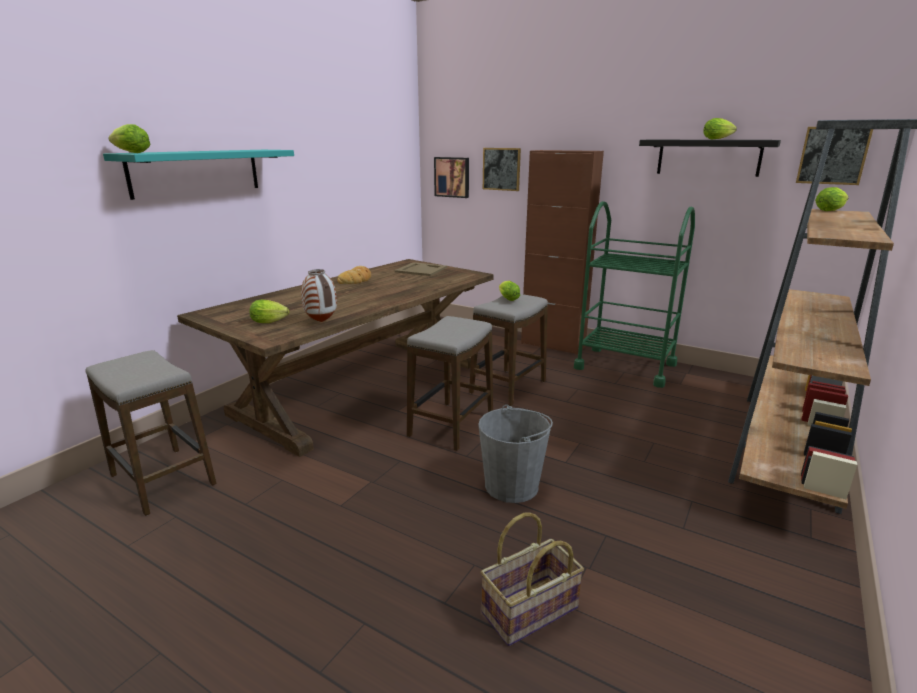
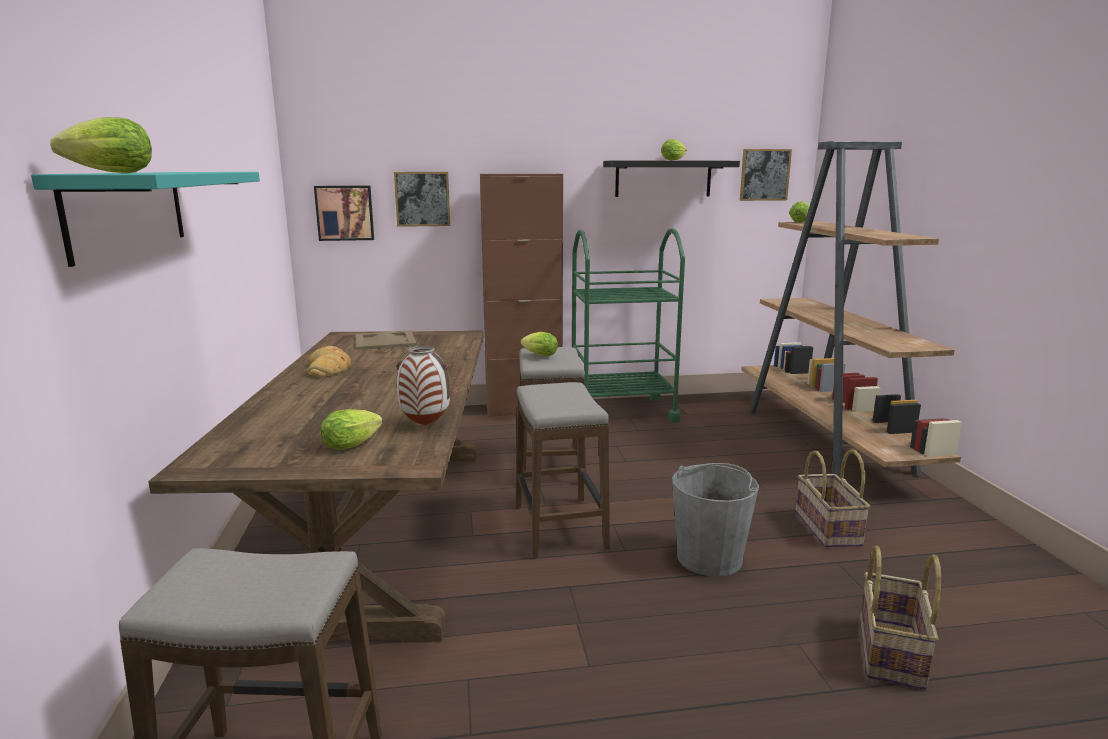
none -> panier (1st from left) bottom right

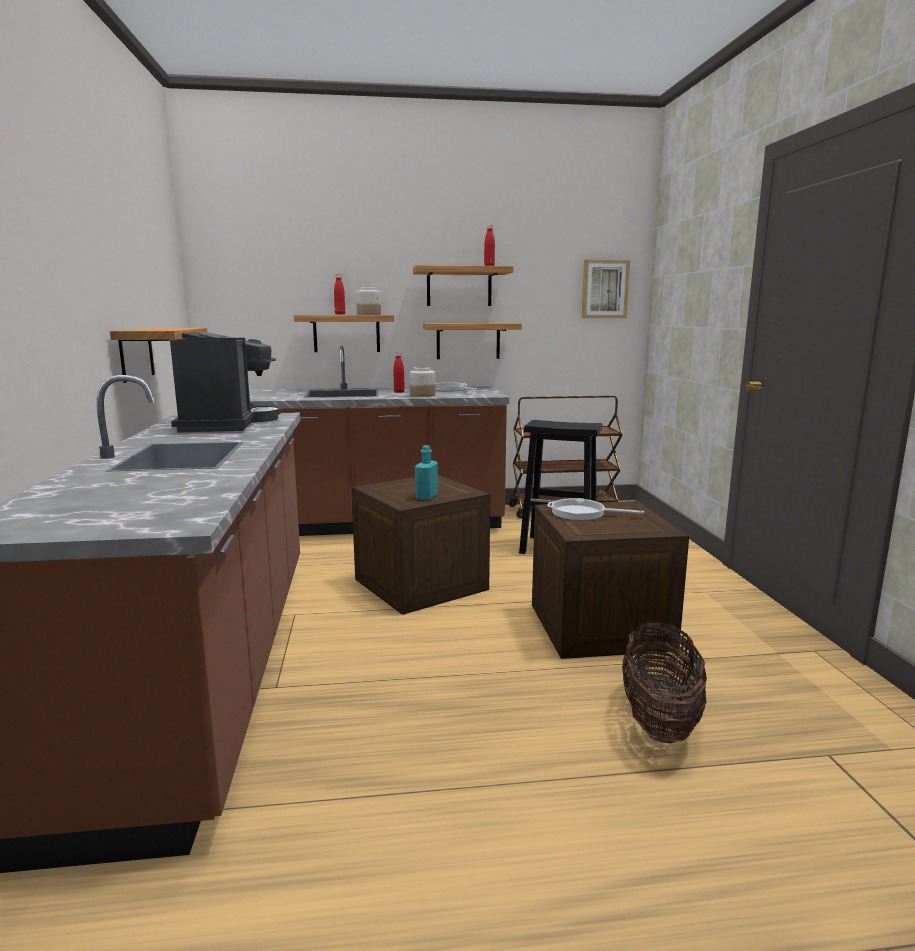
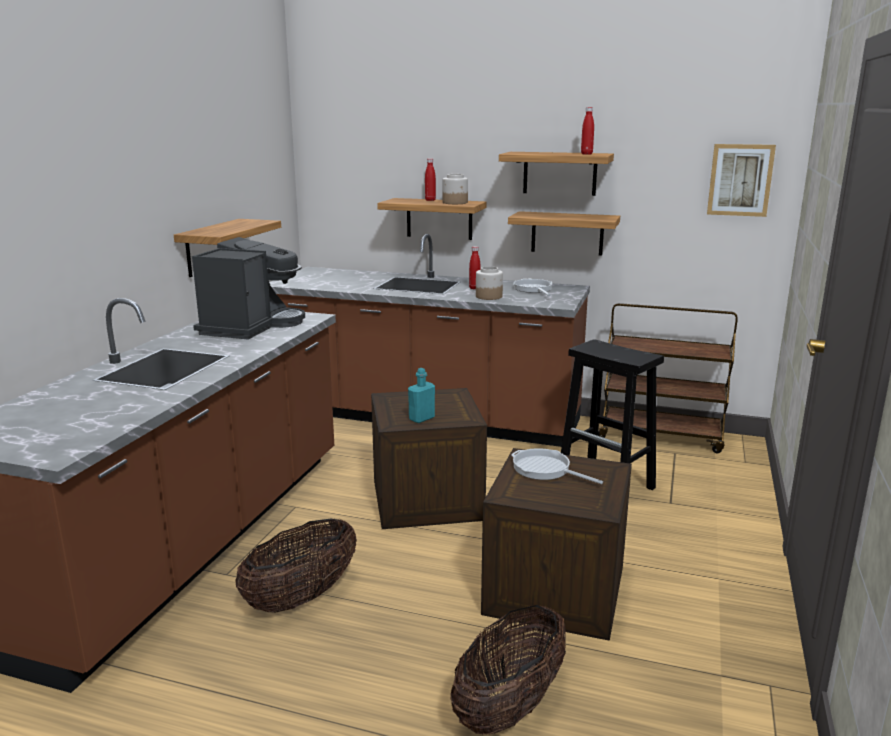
none -> panier (1st from left) bottom left

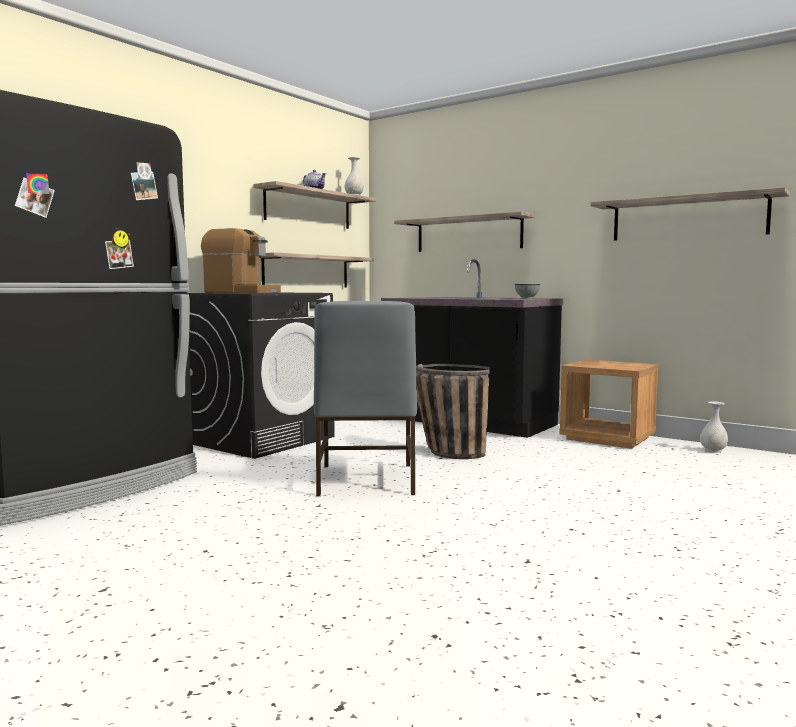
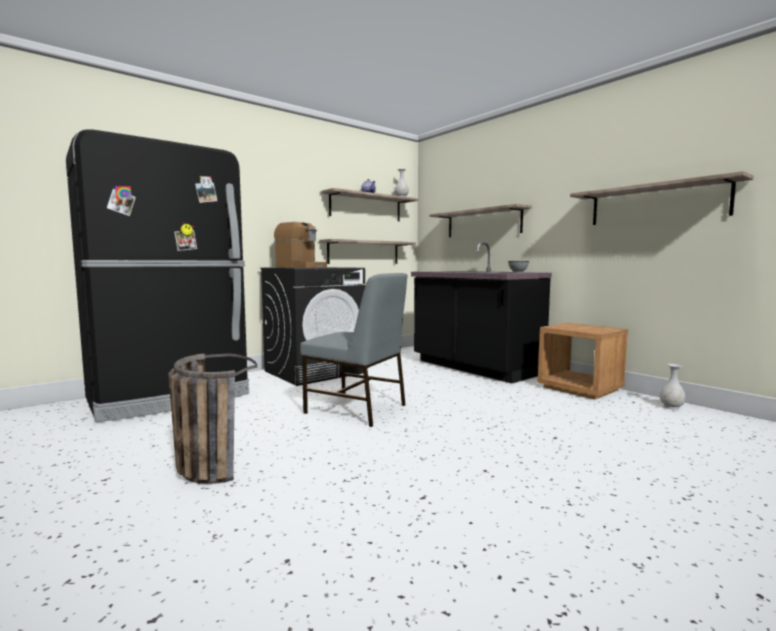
panier centre -> panier middle left, move
chaise (gris) centre, 75 degrees counterclockwise

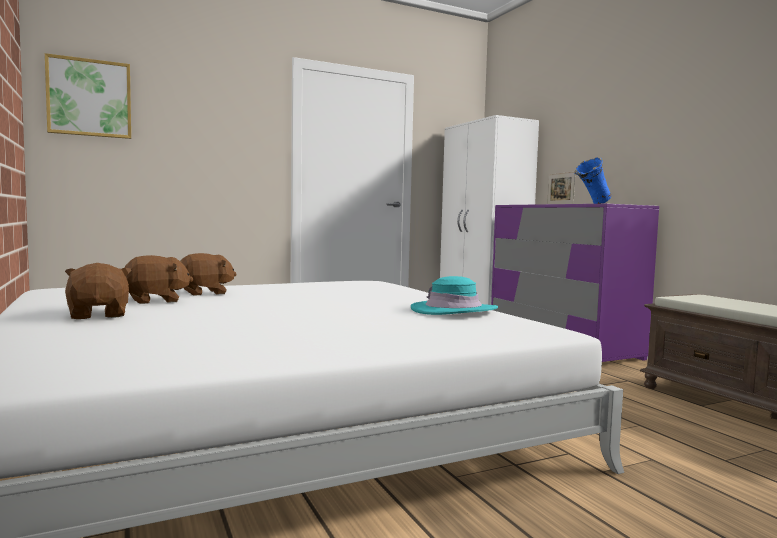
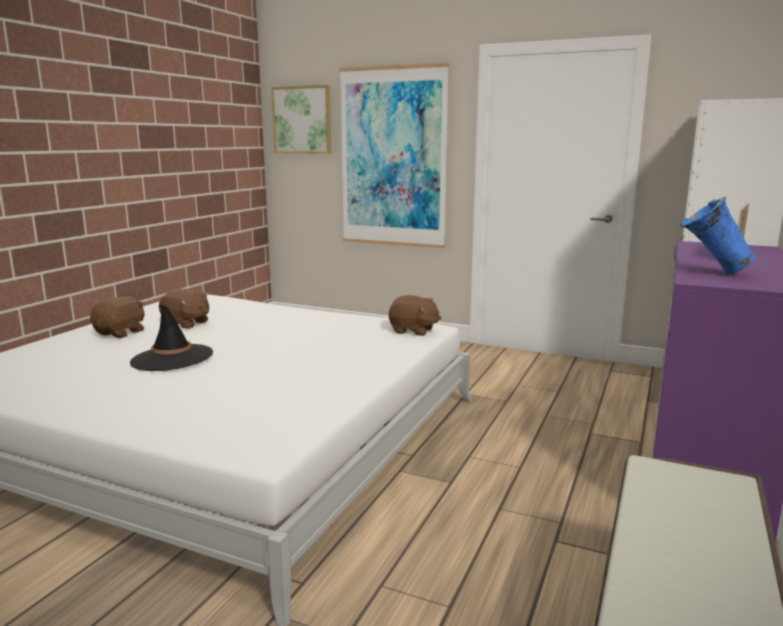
chapeau (turquoise) centre -> none
none -> chapeau (noir) middle left
none -> tableau (2nd from left) top centre
peluche (marron) (3rd from left) middle left -> peluche (marron) (3rd from left) centre, move

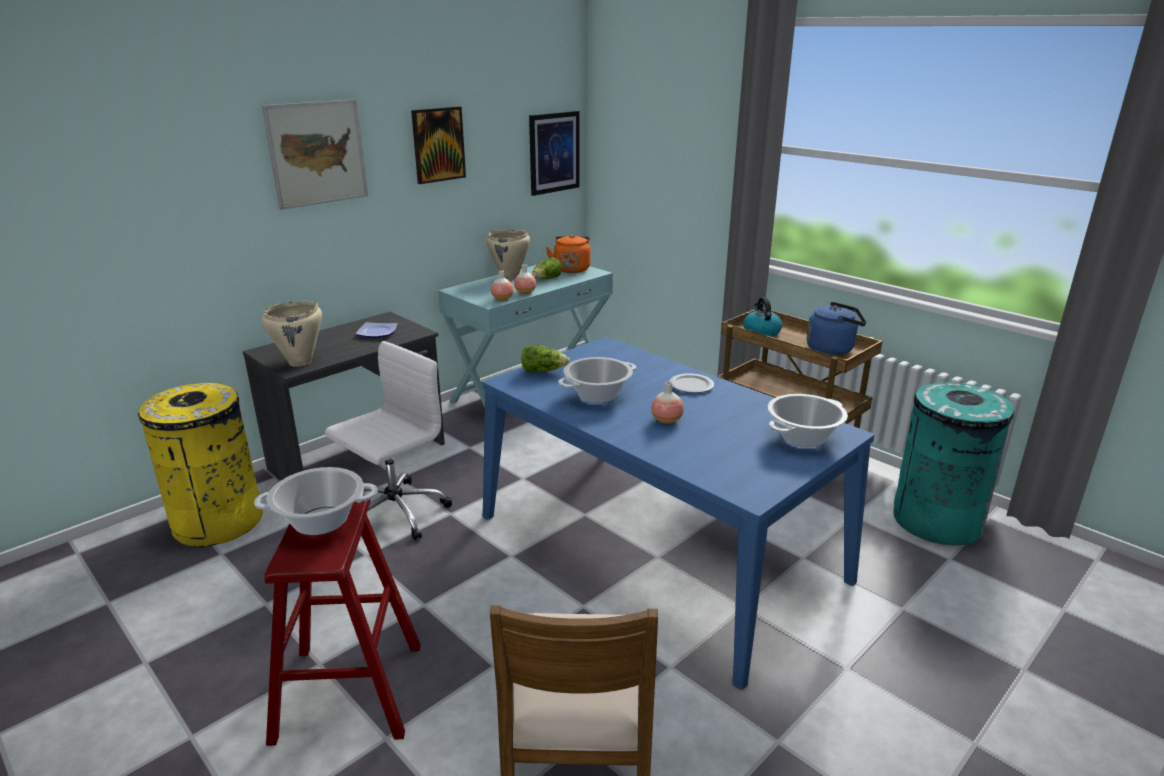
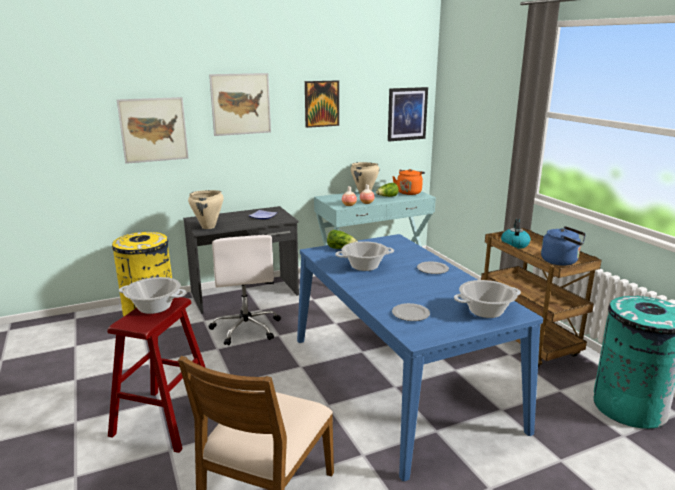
vase (3rd from left) centre -> none
none -> tableau (1st from left) top left
none -> assiette (2nd from left) centre
chaise de bureau (blanc) centre, 105 degrees clockwise

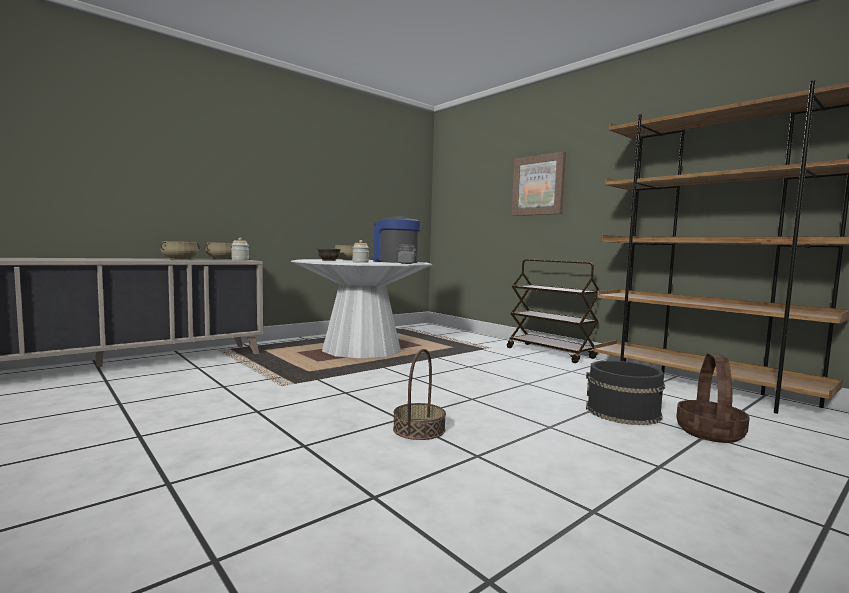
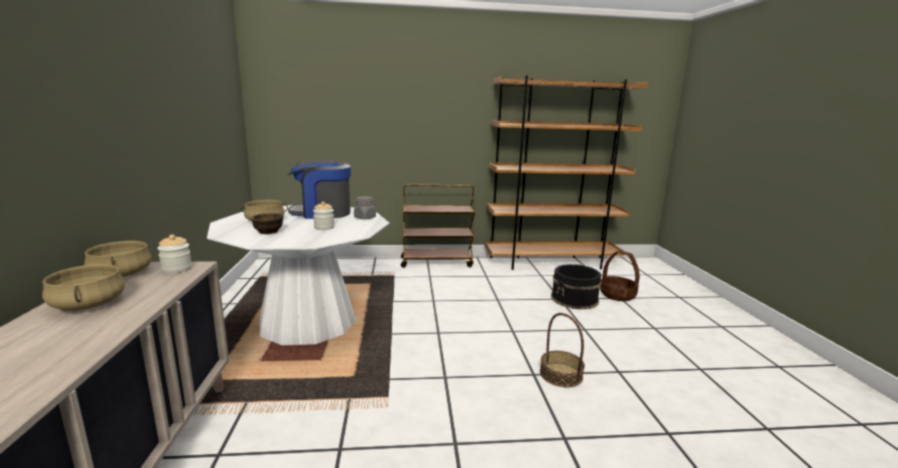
tableau top centre -> none

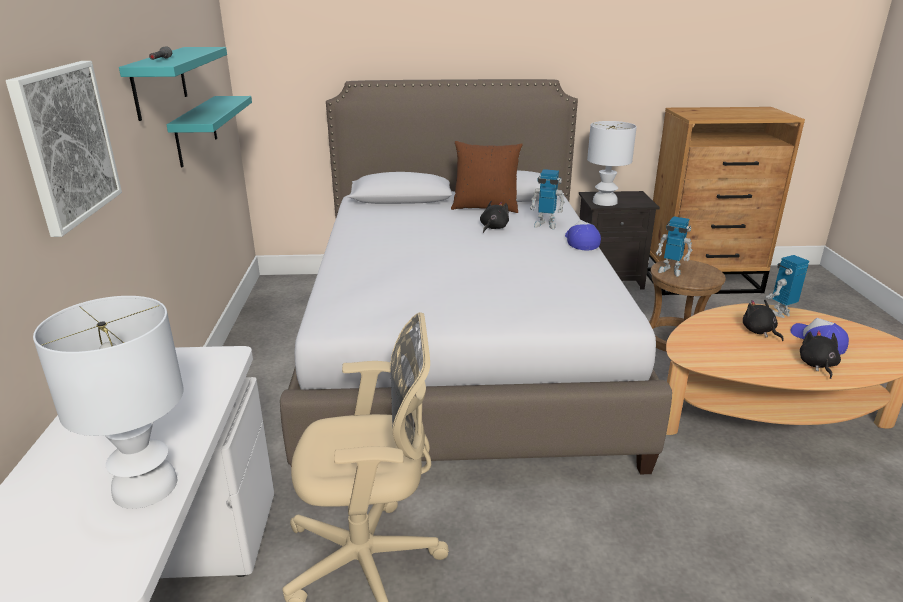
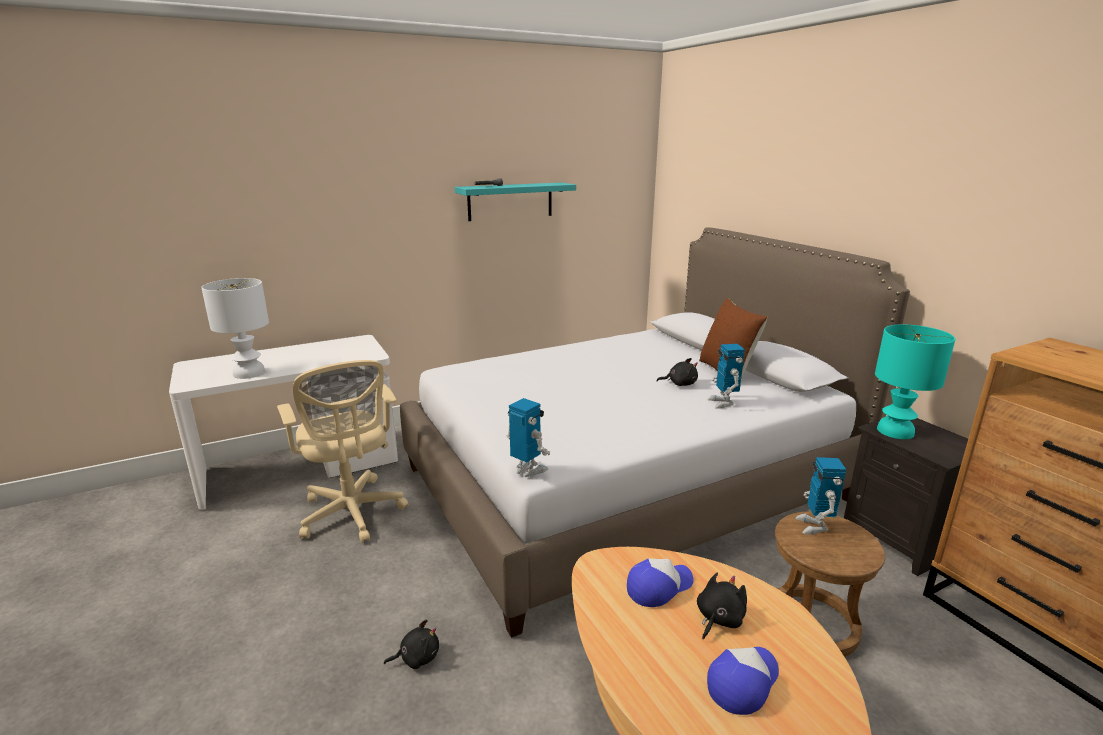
tableau top left -> none
étagère (turquoise) (2nd from left) top left -> none
casquette (1st from left) centre -> casquette (1st from left) bottom centre, move
robot jouet (3rd from left in the first image) middle right -> robot jouet (1st from left) centre, move
peluche (noir) (3rd from left in the first image) middle right -> peluche (noir) (1st from left) bottom centre, move
lampe de table (blanc) (2nd from left) top right -> lampe de table (turquoise) middle right

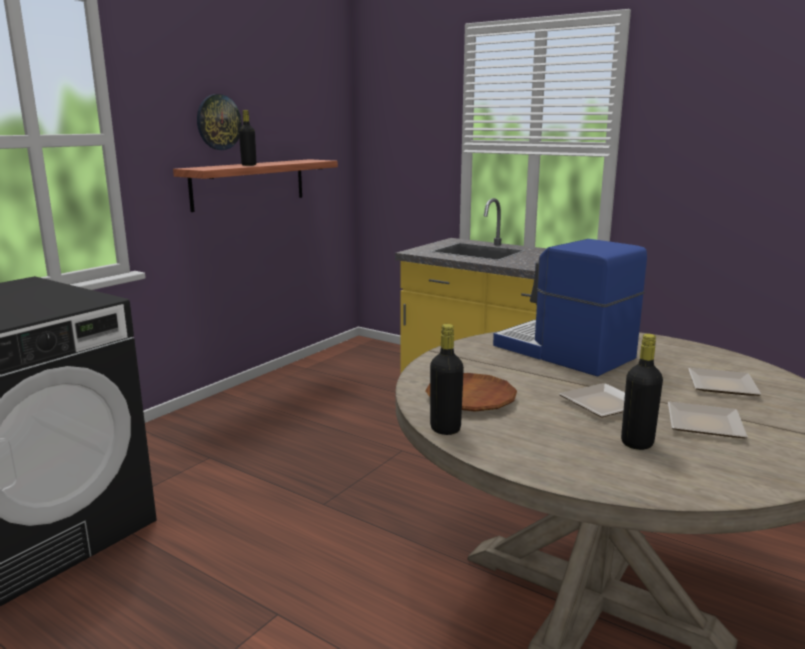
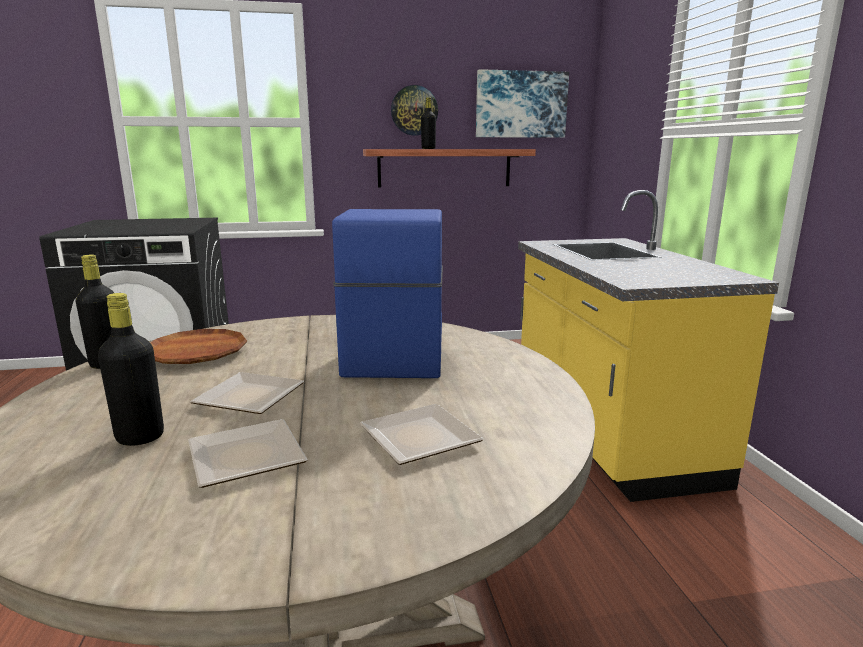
none -> tableau top centre

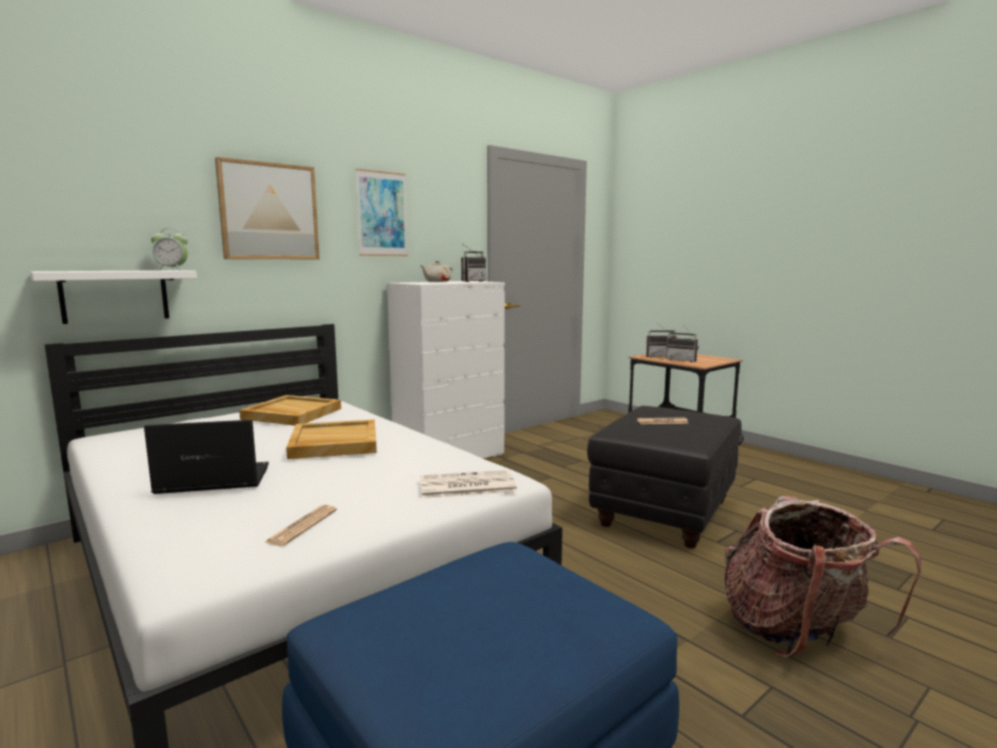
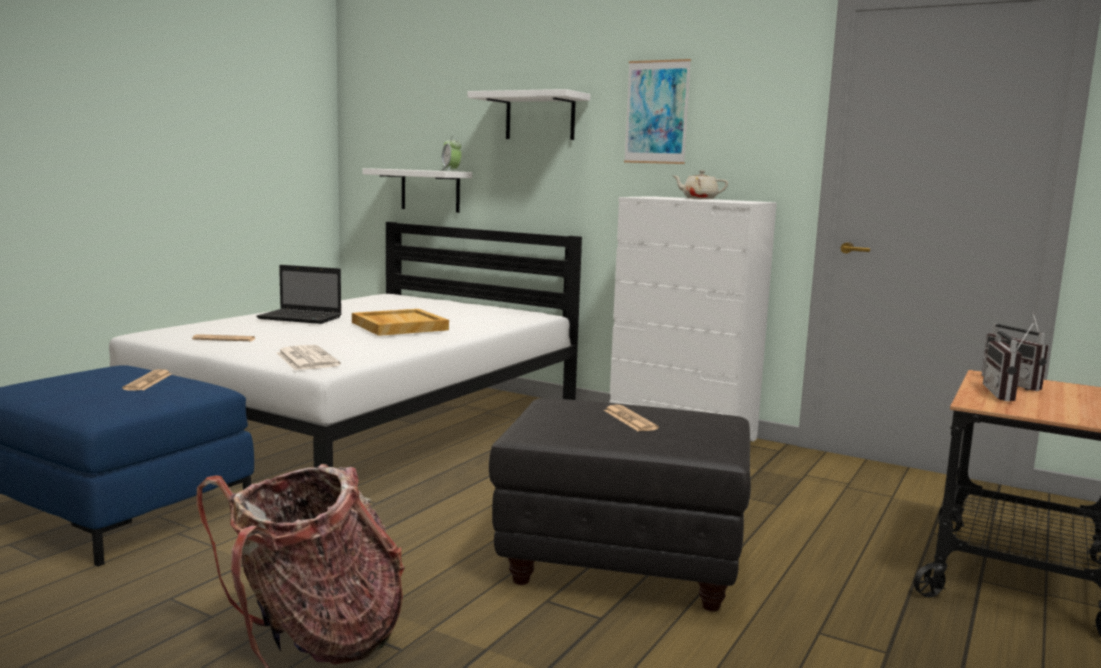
plateau (beige) (1st from left) middle left -> none
radio (1st from left) centre -> none
none -> journal (1st from left) middle left
tableau (1st from left) top left -> étagère (blanc) (2nd from left) top centre
ordinateur portable middle left, 135 degrees clockwise

